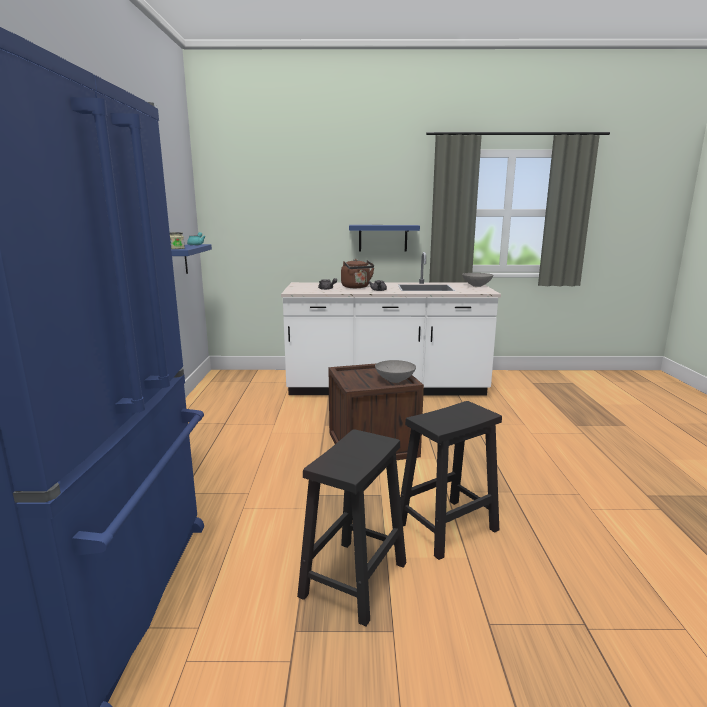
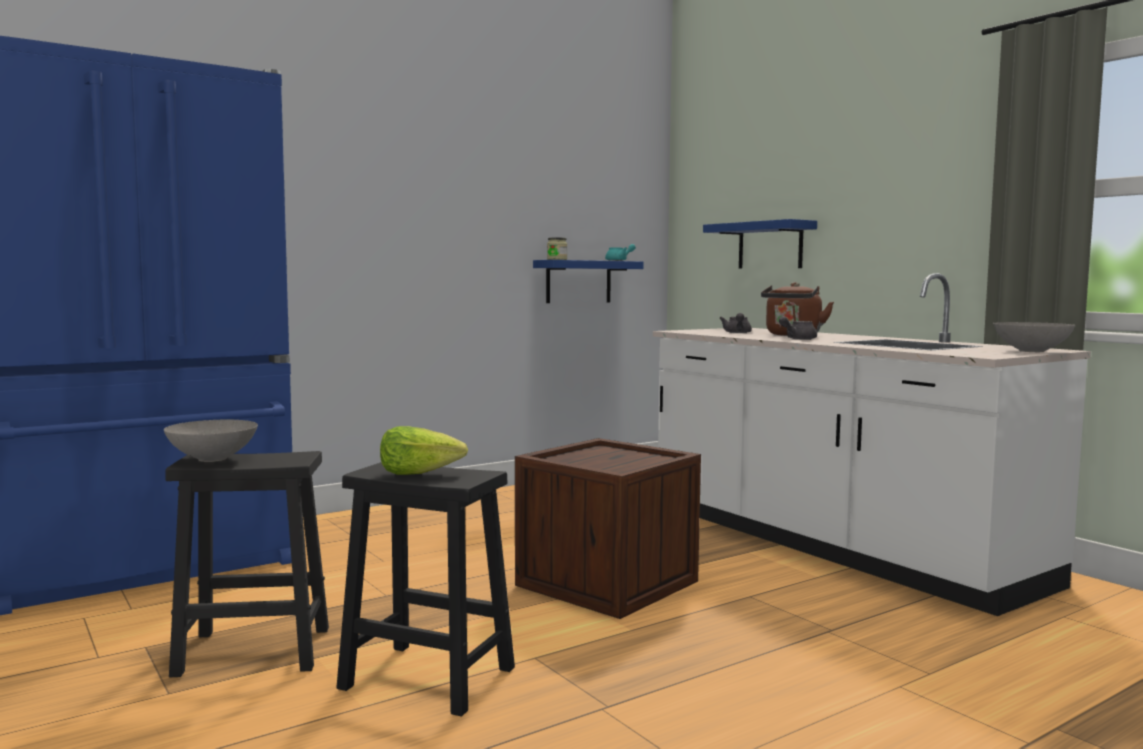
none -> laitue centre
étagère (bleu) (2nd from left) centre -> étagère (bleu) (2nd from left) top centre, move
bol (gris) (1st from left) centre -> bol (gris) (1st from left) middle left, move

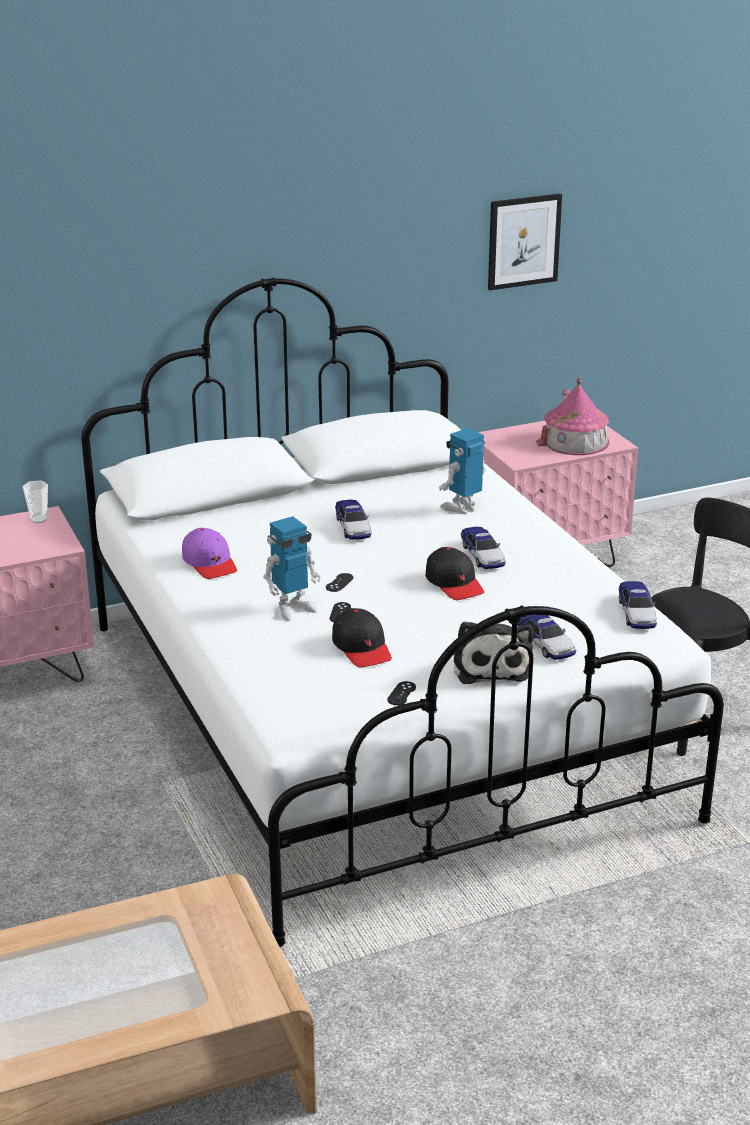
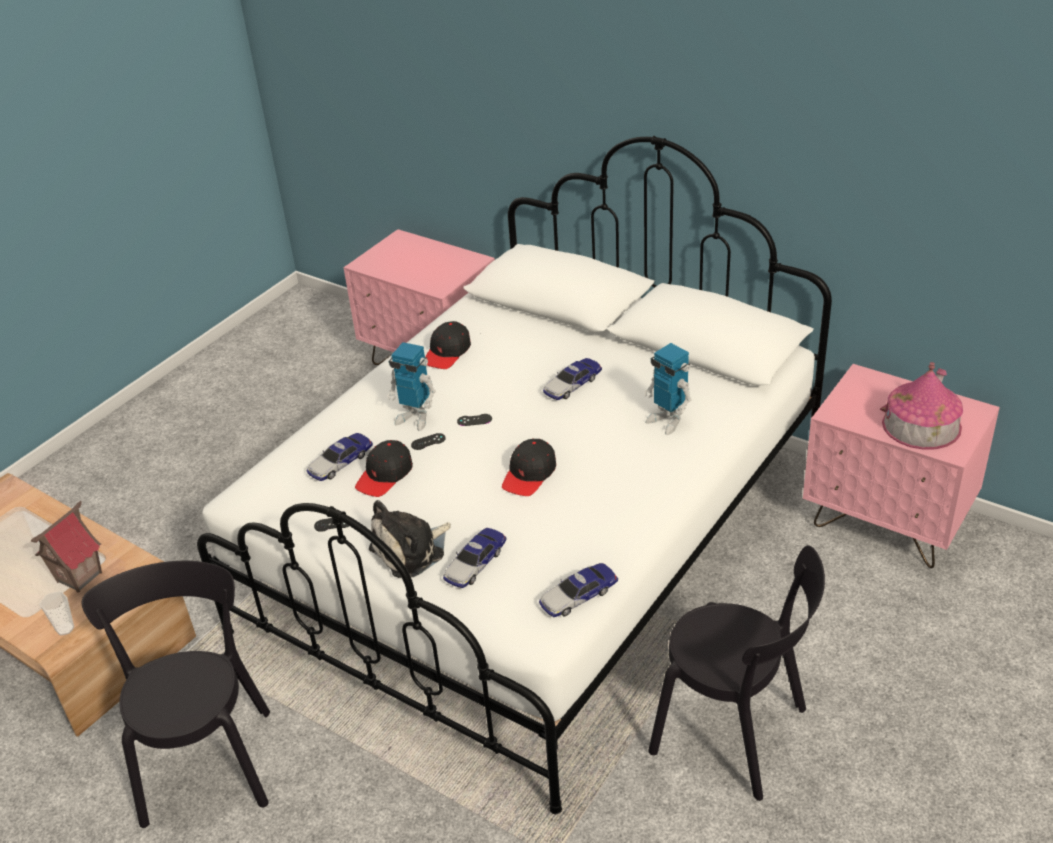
tableau top right -> none
none -> maison miniature (1st from left) middle left
none -> chaise (noir) (1st from left) bottom left
tasse middle left -> tasse bottom left, move
petite voiture (2nd from left in the first image) centre -> petite voiture (1st from left) middle left, move
casquette (violet) middle left -> casquette (noir) (2nd from left) centre
robot jouet (2nd from left) centre, 150 degrees counterclockwise

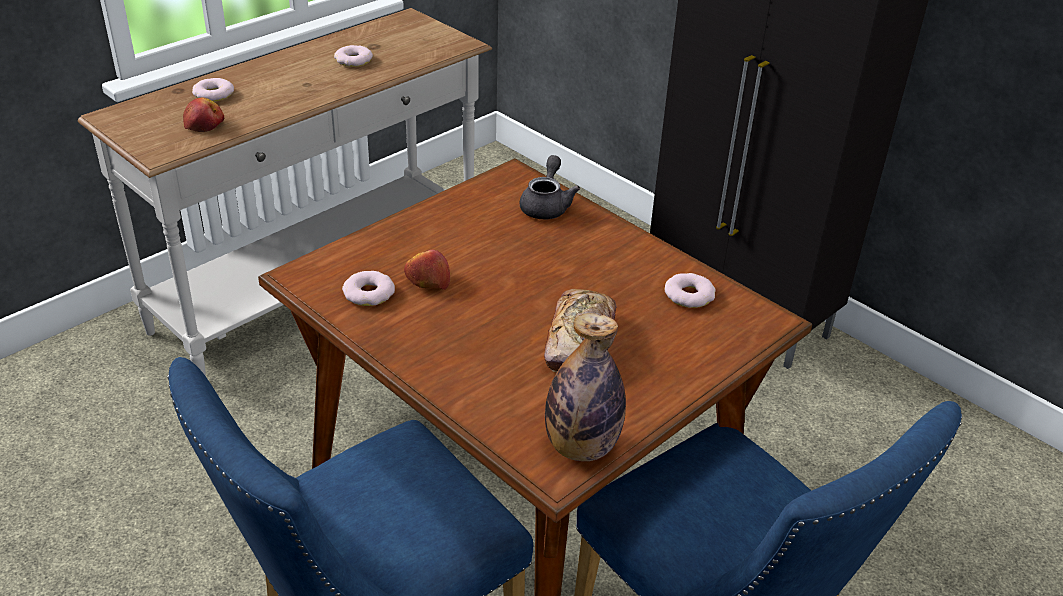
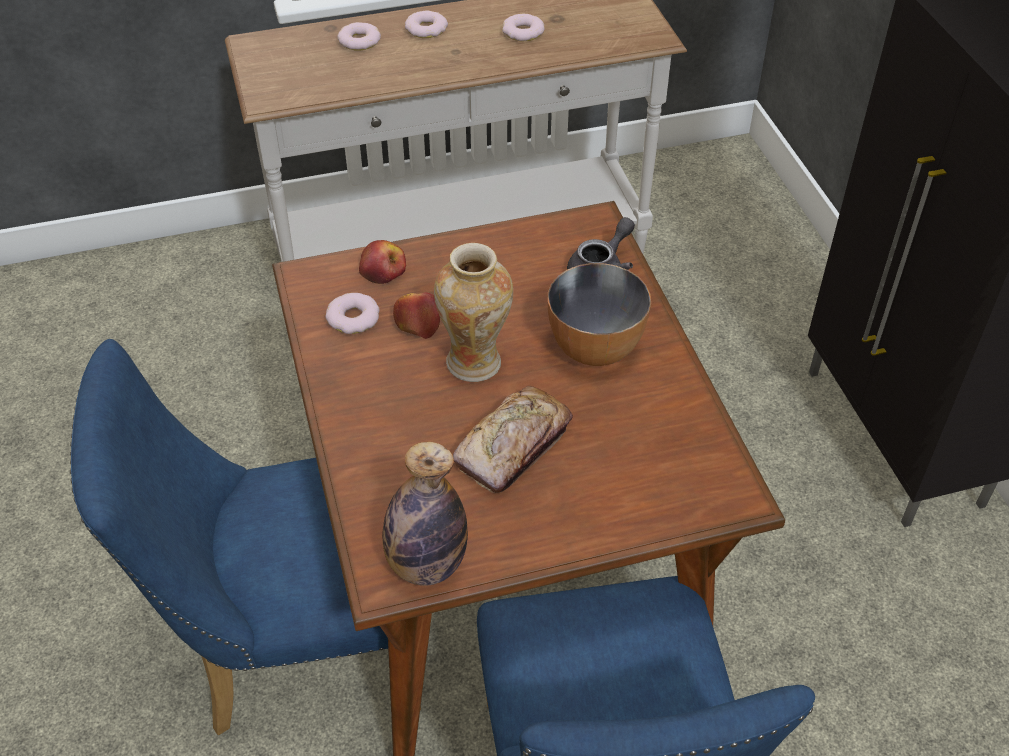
none -> vase centre
none -> bol centre
pomme (1st from left) top left -> pomme (1st from left) centre, move
beignet (4th from left in the first image) centre -> beignet (3rd from left) top centre, move

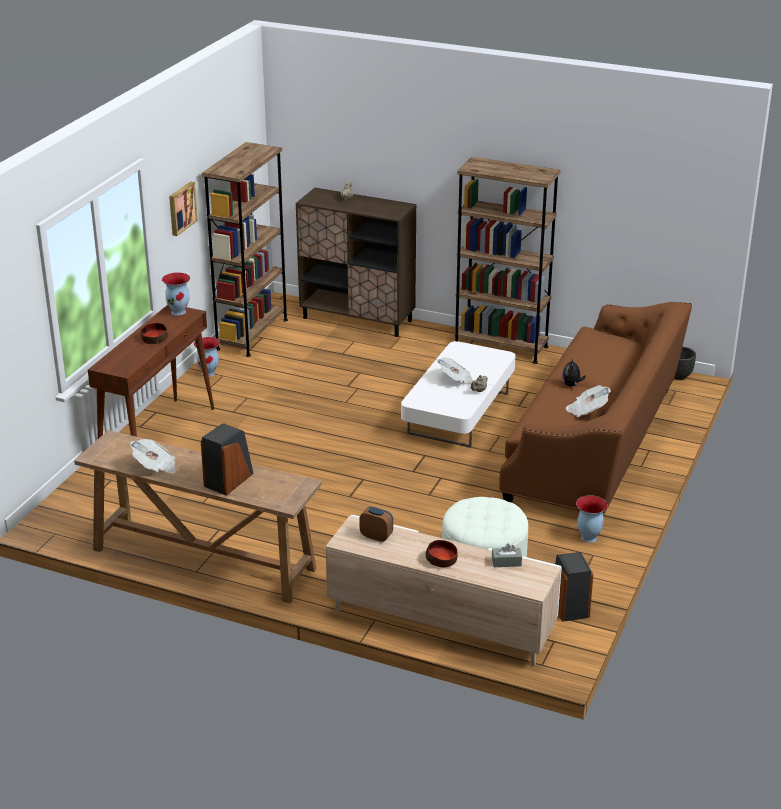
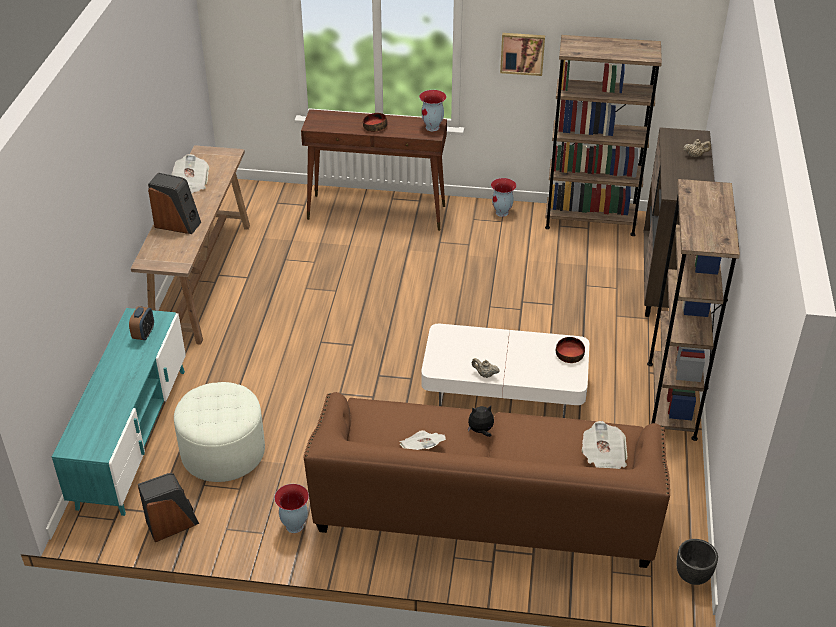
boîte à mouchoirs (gris) bottom centre -> none
bol (2nd from left) bottom centre -> bol (2nd from left) middle right, move
journal (2nd from left in the first image) centre -> journal (3rd from left) bottom right, move
meuble télé (beige) bottom centre -> meuble télé (turquoise) middle left

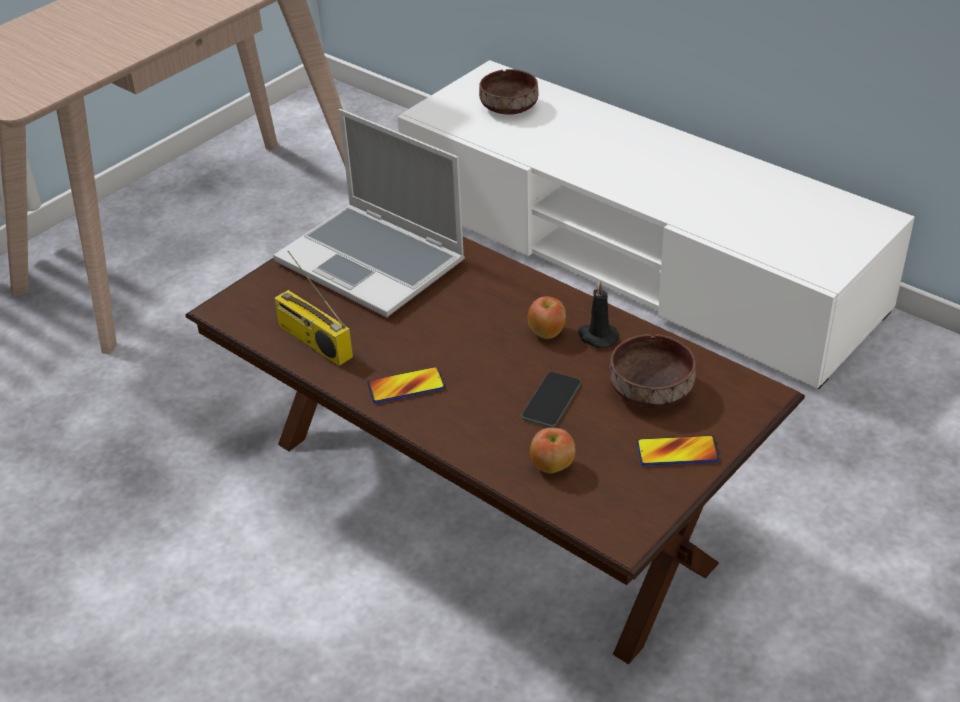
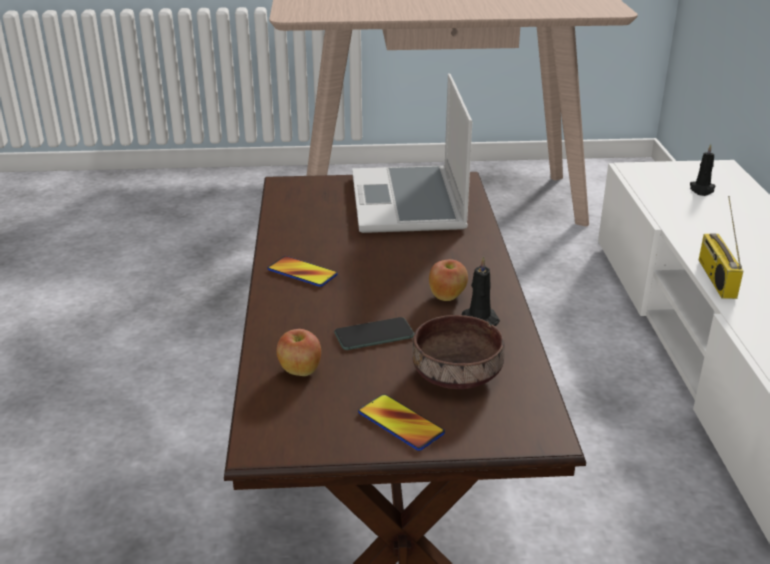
radio middle left -> radio middle right, move
bol (marron) (1st from left) top centre -> bougie (noir) (2nd from left) top right

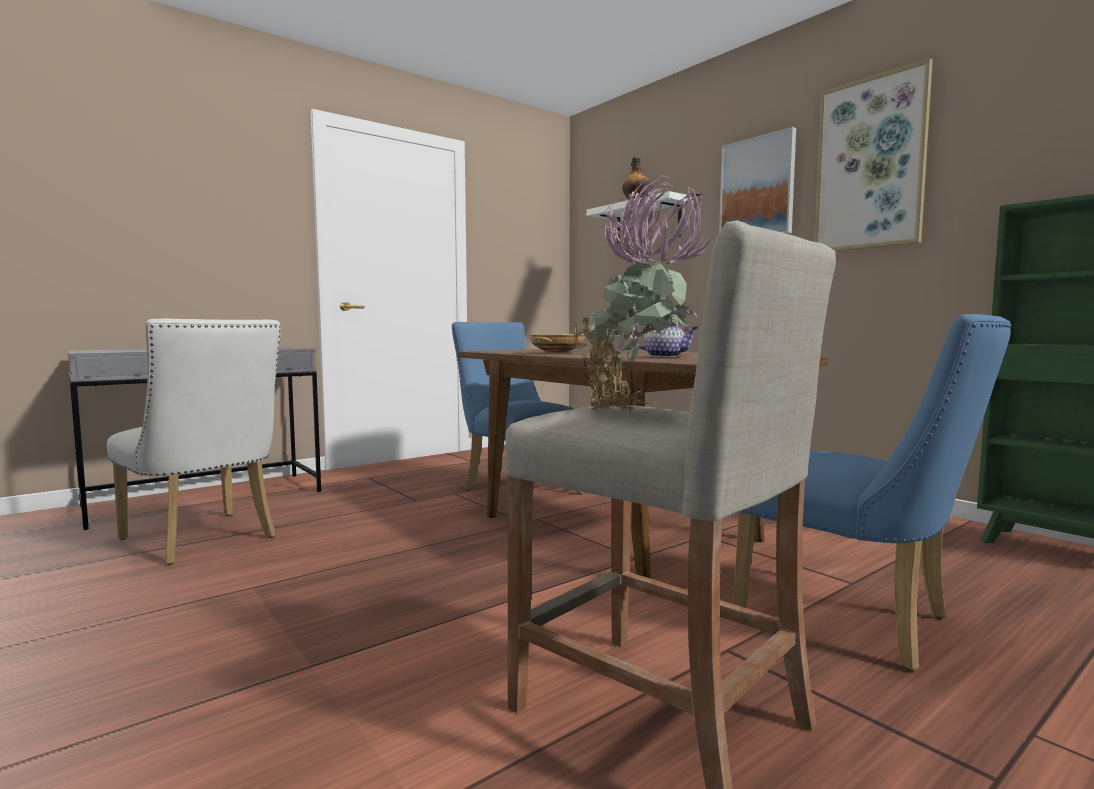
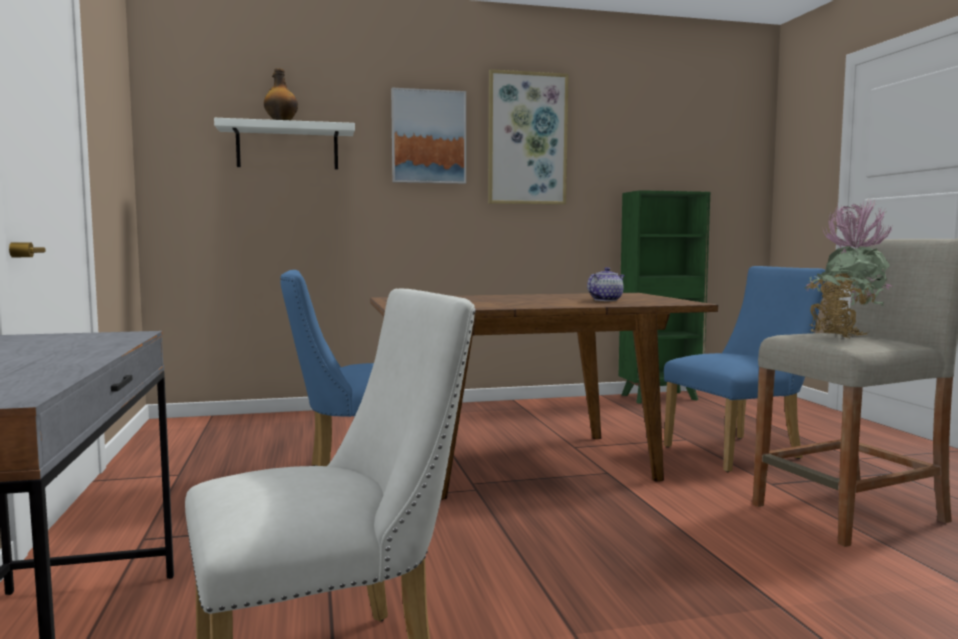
bol (beige) centre -> none

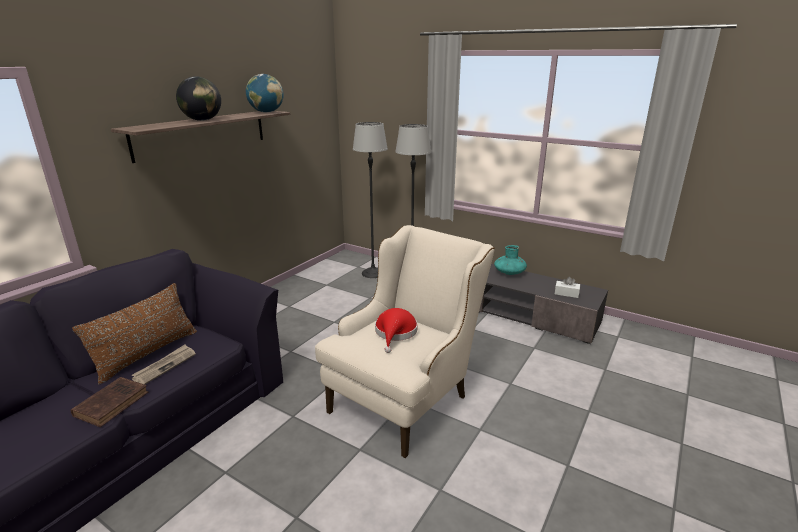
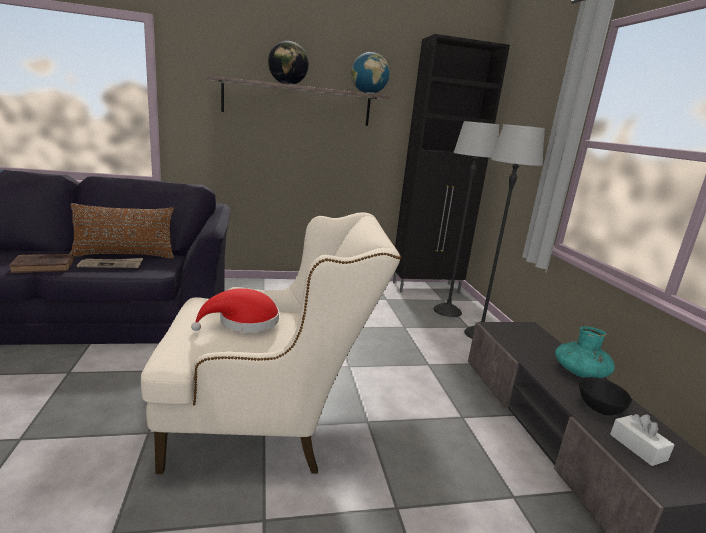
none -> meuble de rangement (noir) top centre
none -> bol (noir) bottom right

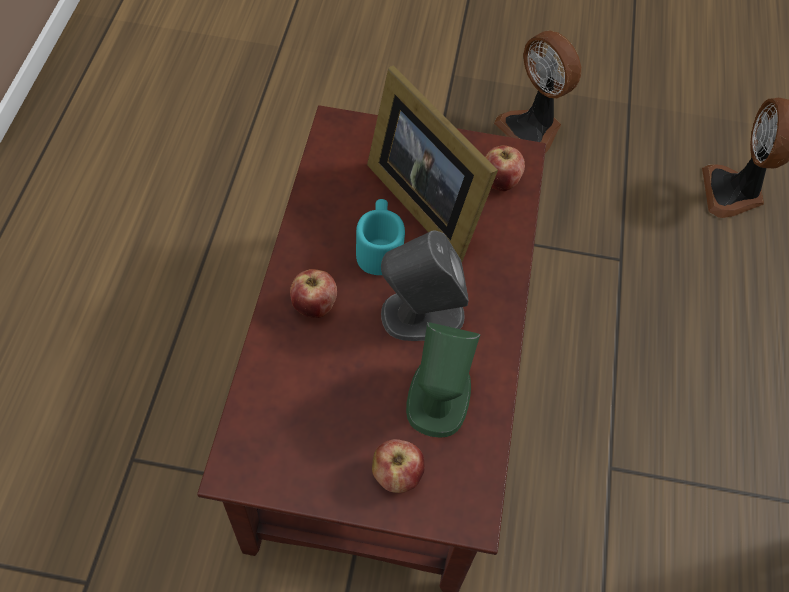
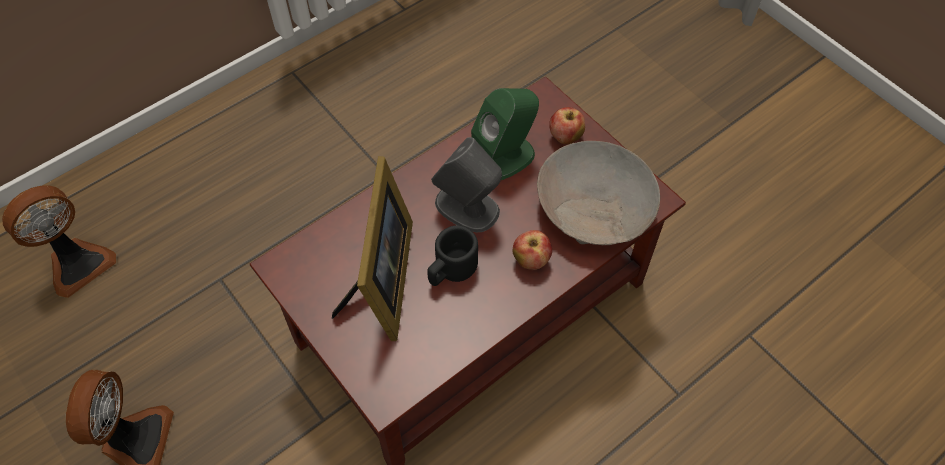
pomme (3rd from left) top centre -> none
none -> bol (beige) centre
mug (turquoise) centre -> mug (noir) centre

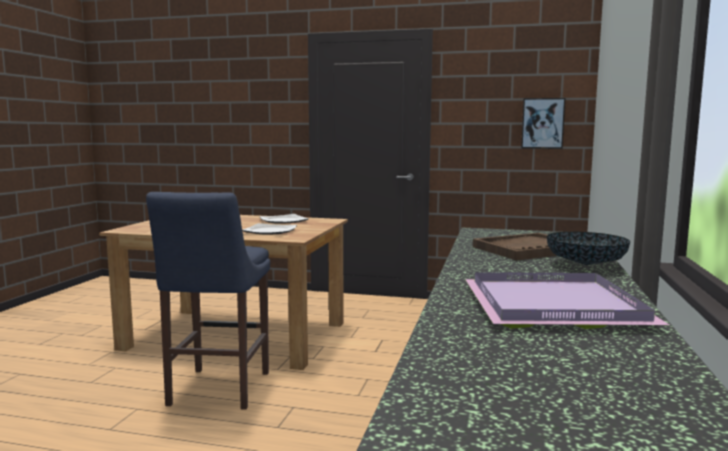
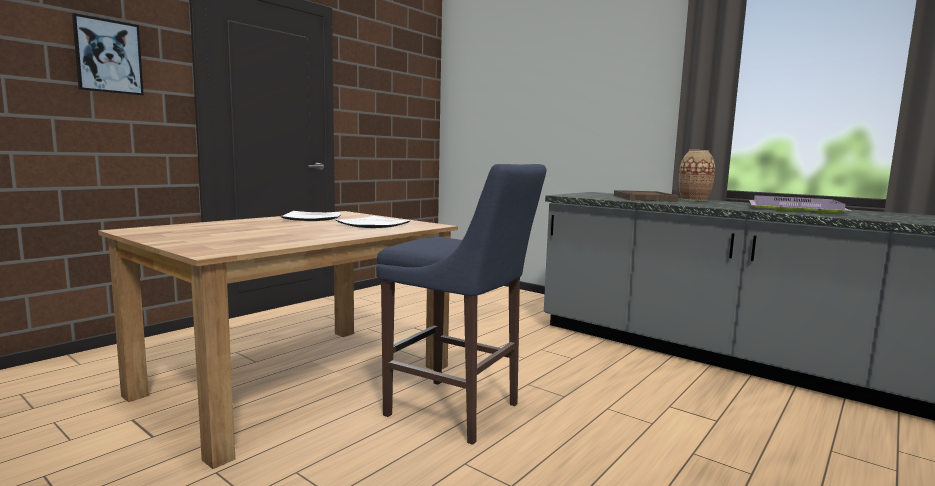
tableau top right -> tableau top left, move
bol middle right -> vase middle right

